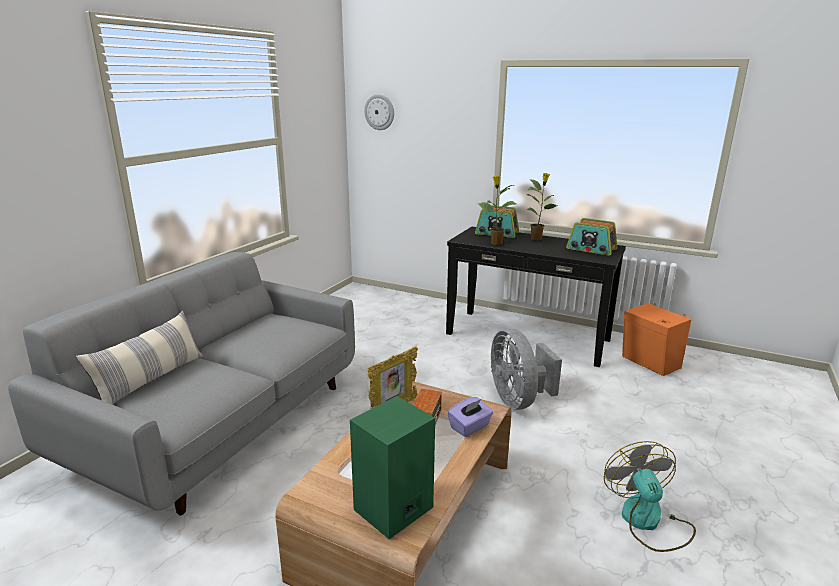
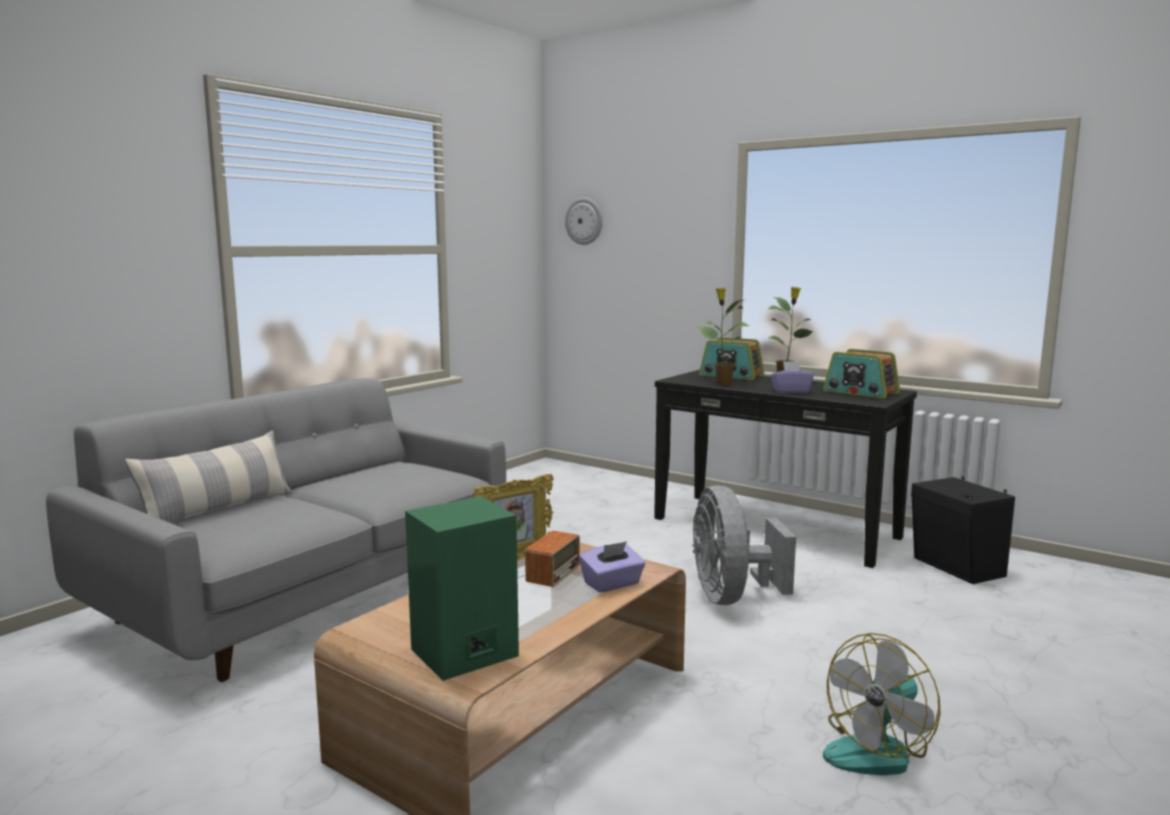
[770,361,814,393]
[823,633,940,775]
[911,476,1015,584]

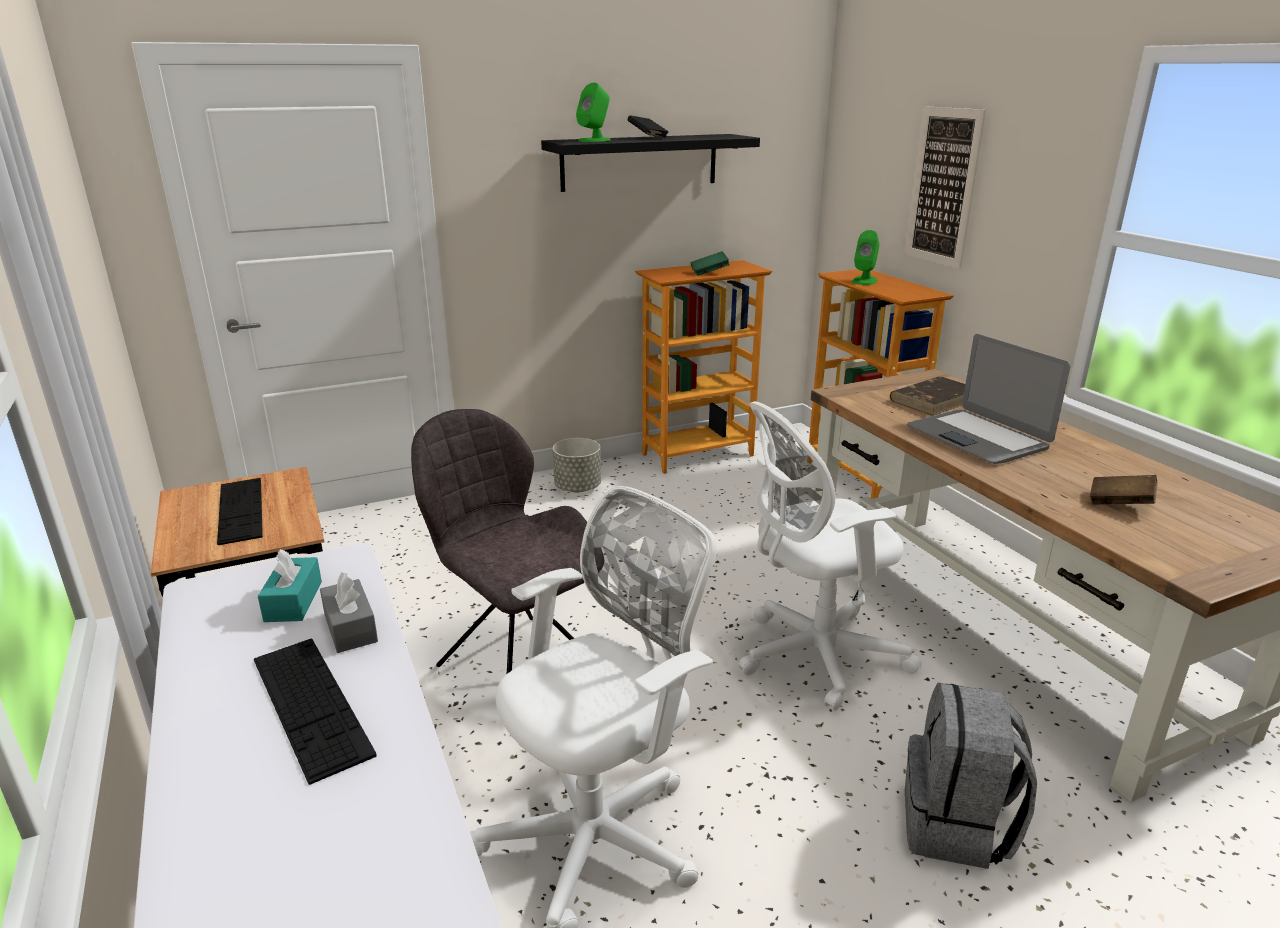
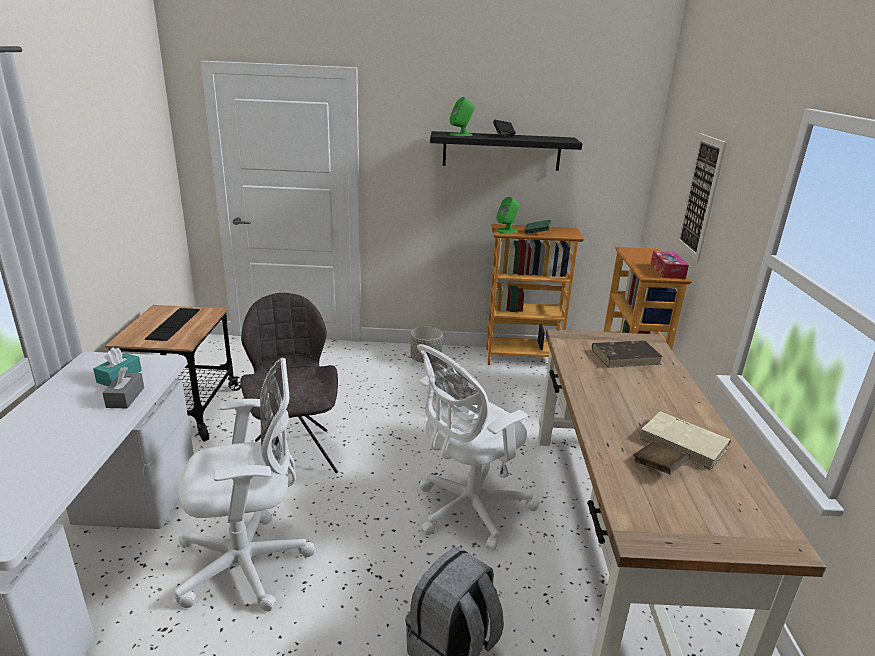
[417,344,539,551]
[496,197,519,233]
[639,411,731,470]
[651,251,689,279]
[254,638,377,785] (first image)
[907,334,1071,464] (first image)

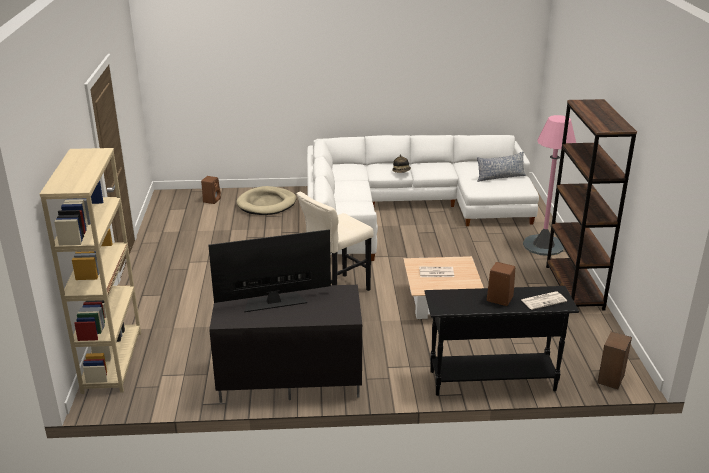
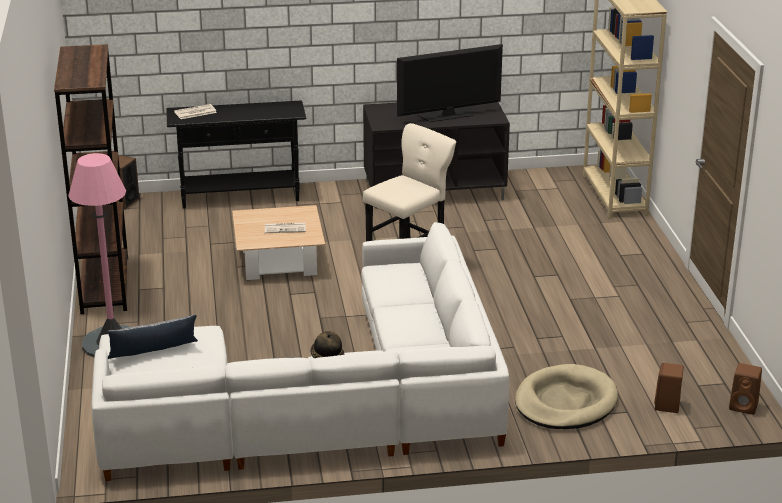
[729,363,762,415]

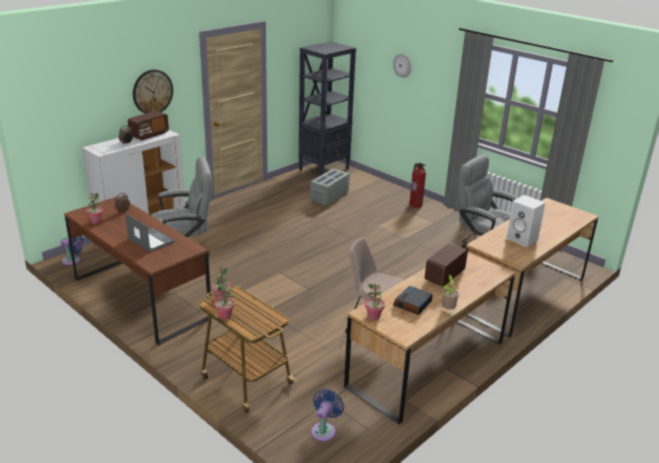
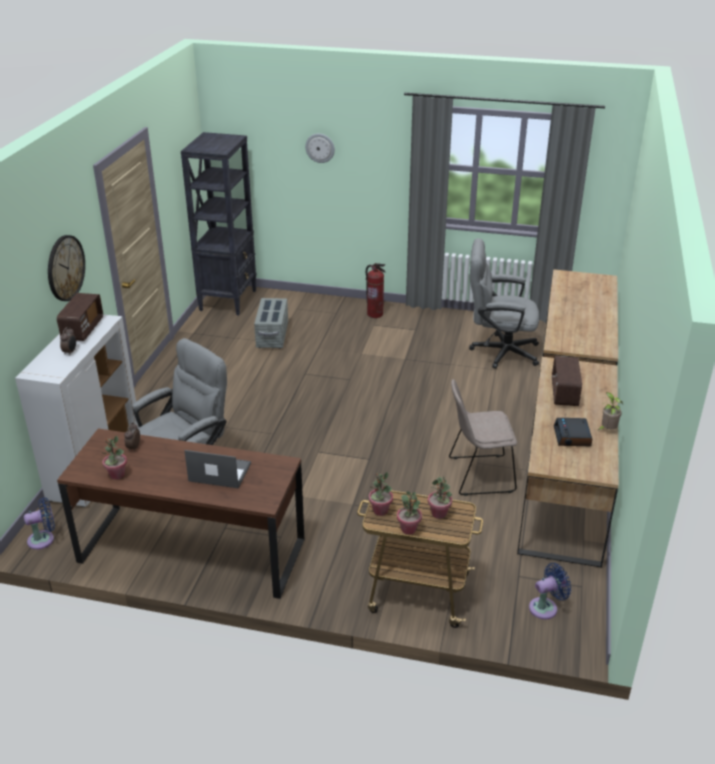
[428,477,452,519]
[529,563,571,619]
[506,195,545,247] (first image)

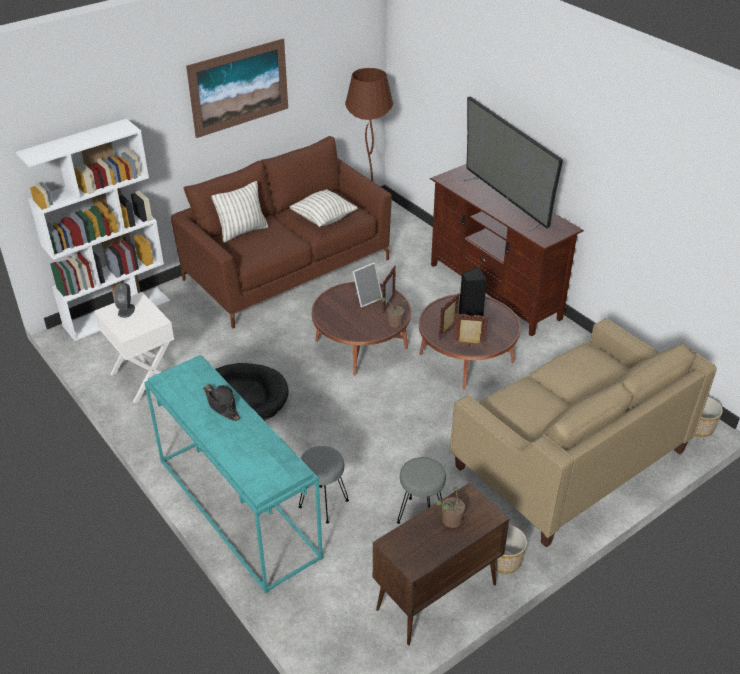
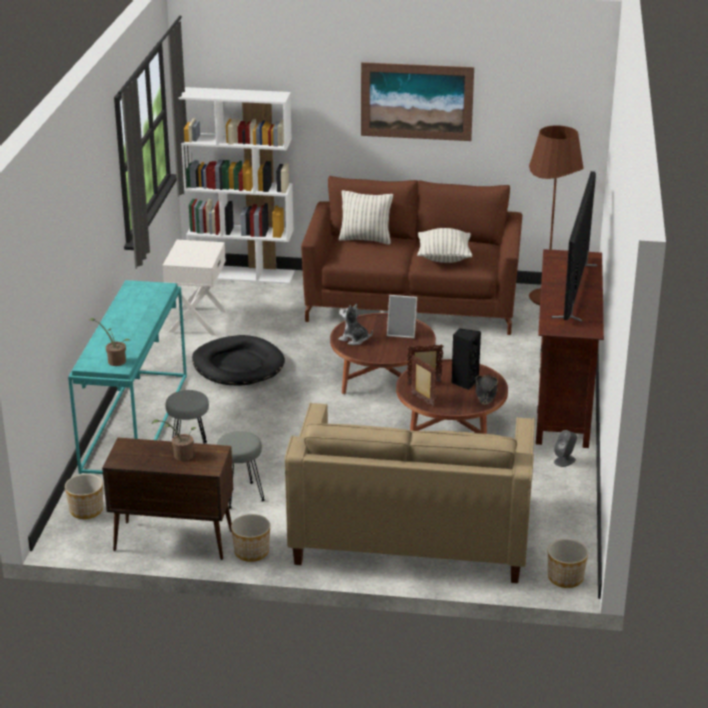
[65,474,103,519]
[89,318,131,366]
[338,303,373,345]
[476,375,498,405]
[554,430,577,467]
[382,266,396,313] (first image)

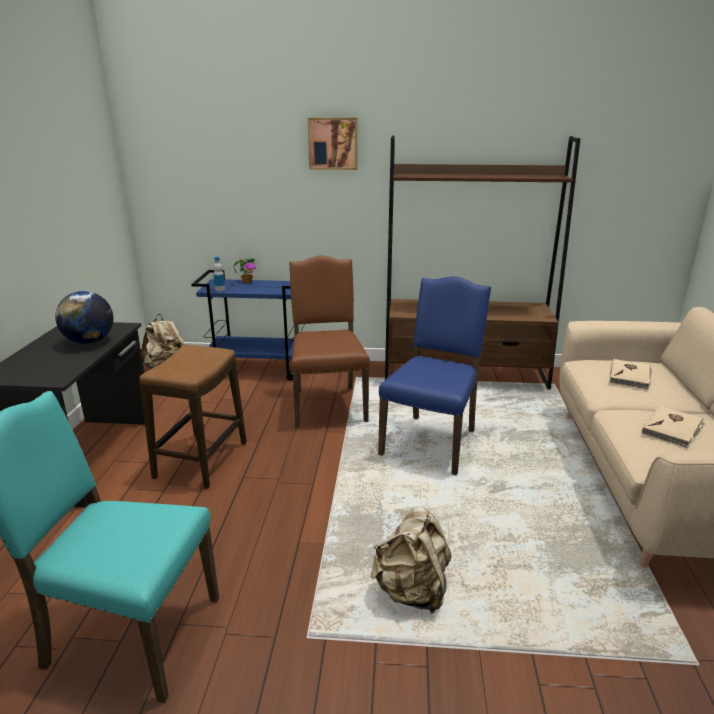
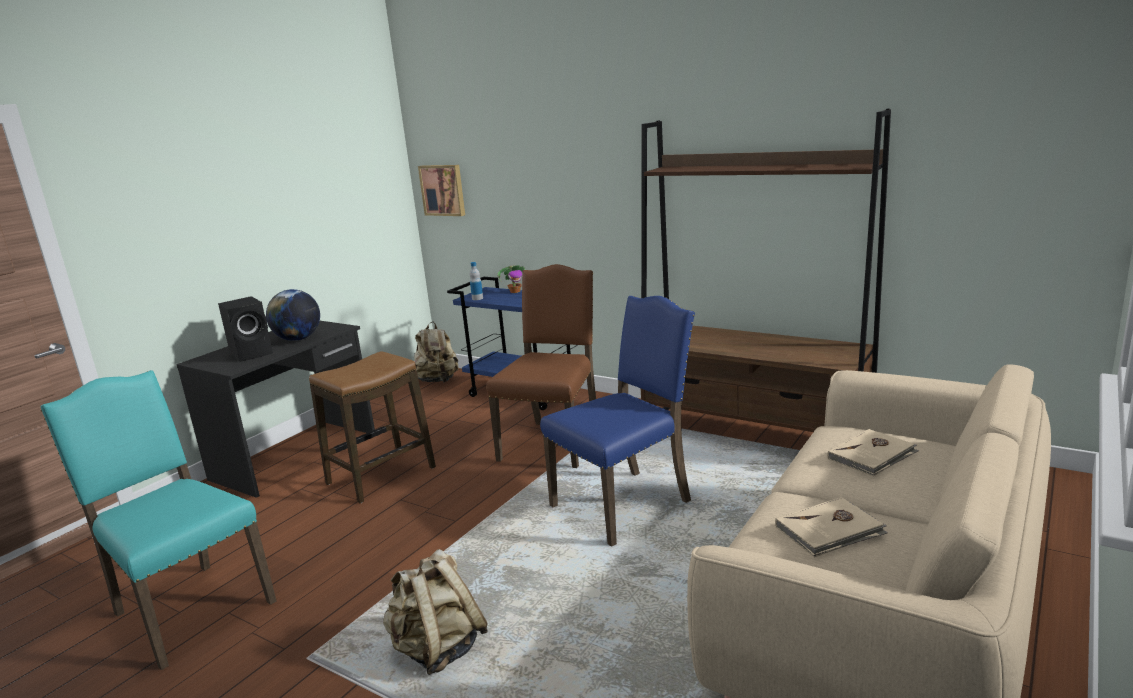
[218,296,273,362]
[418,165,465,216]

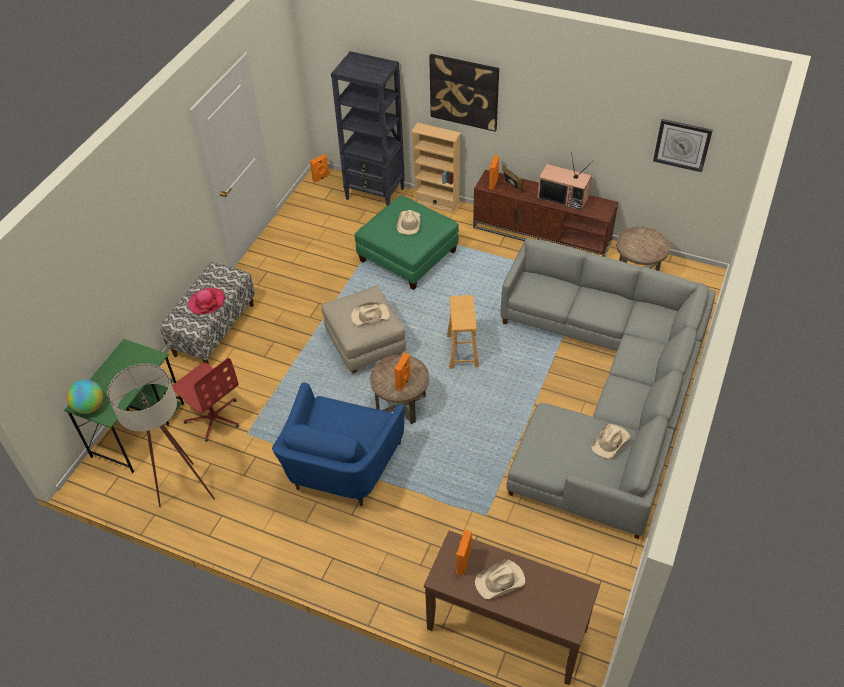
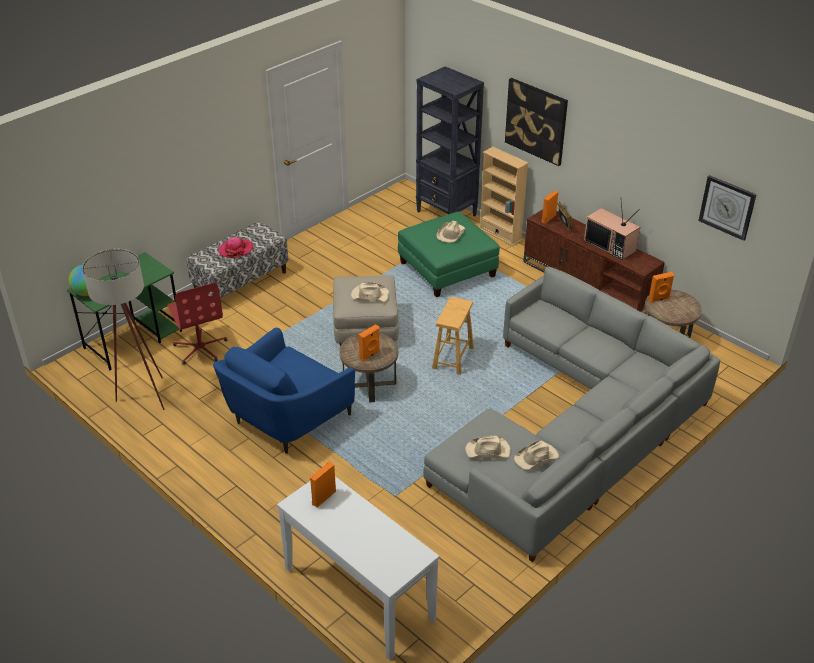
[277,476,439,660]
[465,436,511,459]
[649,272,675,302]

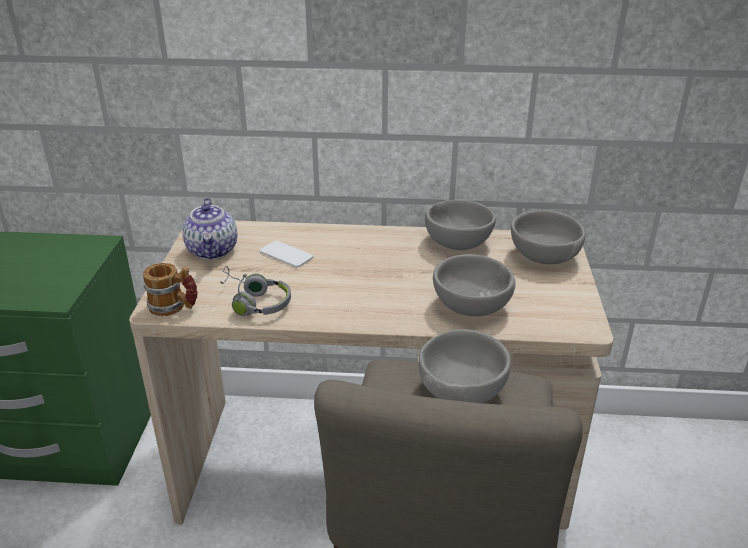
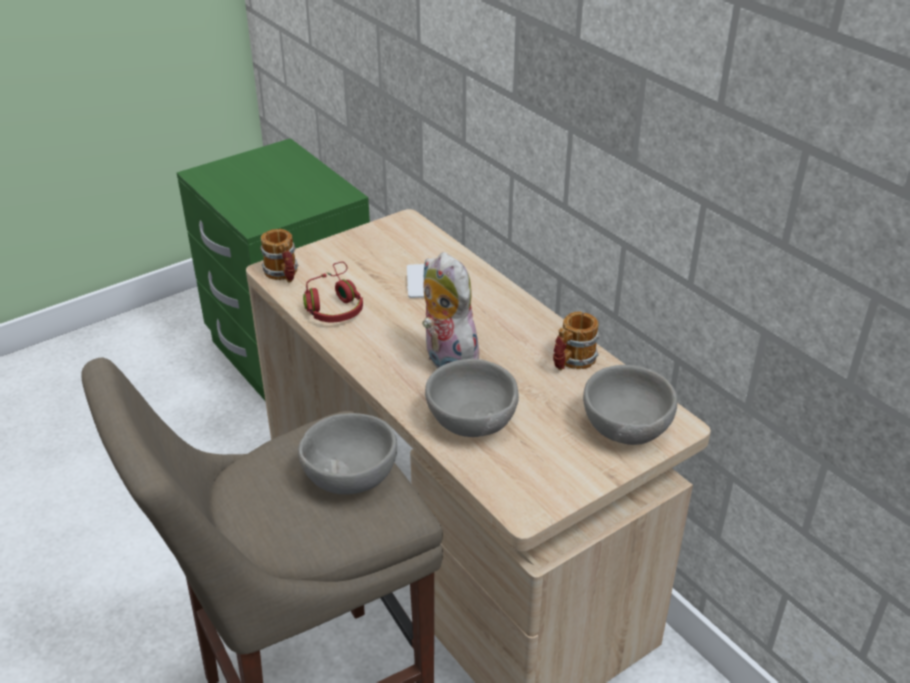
[303,262,363,323]
[422,252,479,369]
[553,311,600,370]
[182,198,237,259] (first image)

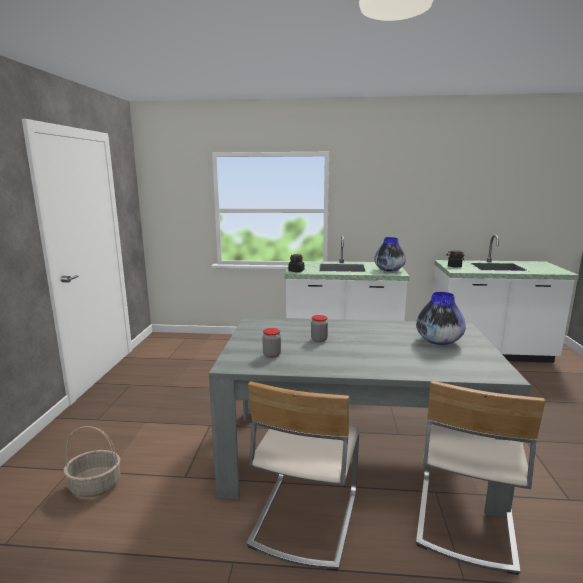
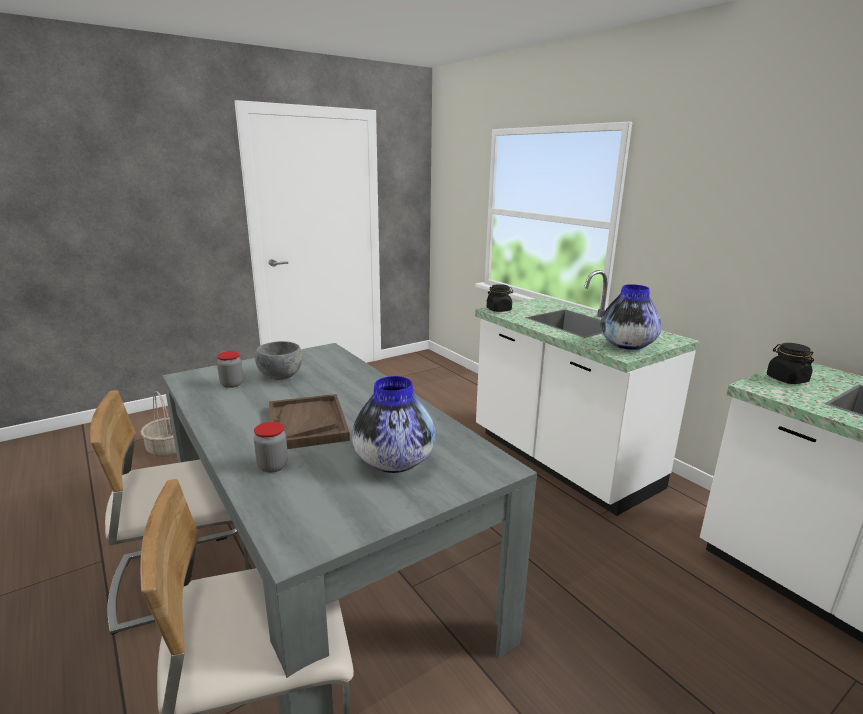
[254,422,288,473]
[255,341,303,380]
[269,394,350,449]

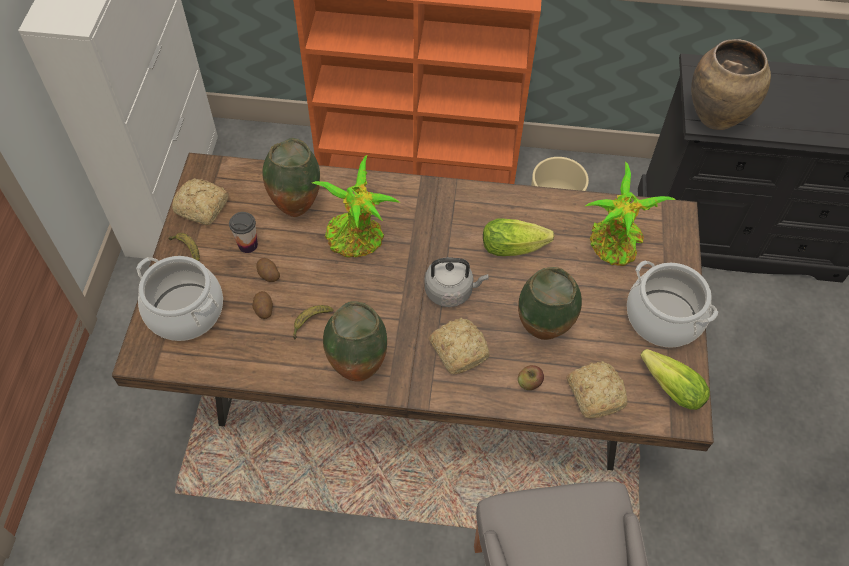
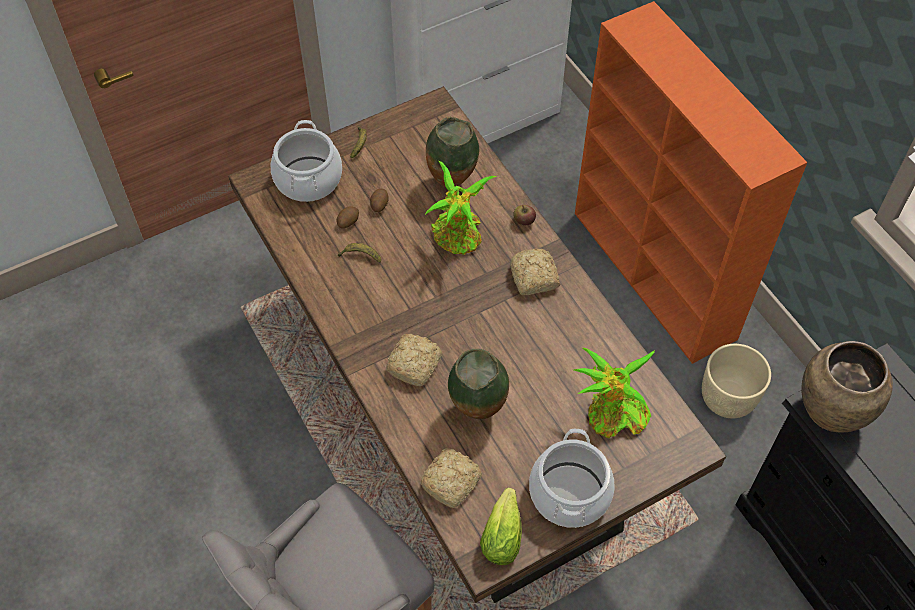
[510,249,560,295]
[513,205,536,225]
[229,212,258,253] (first image)
[323,301,387,382] (first image)
[424,257,489,307] (first image)
[483,219,554,256] (first image)

